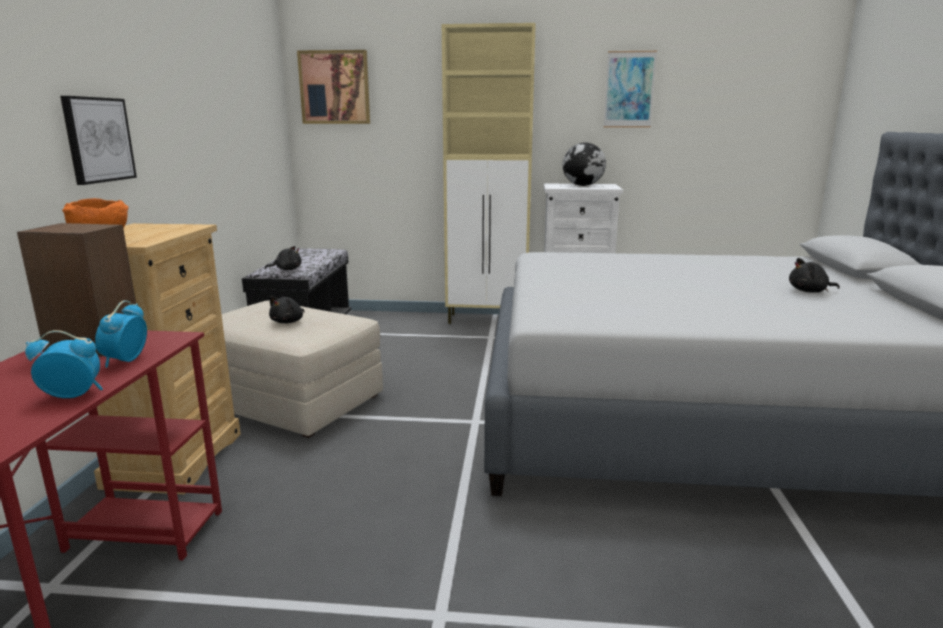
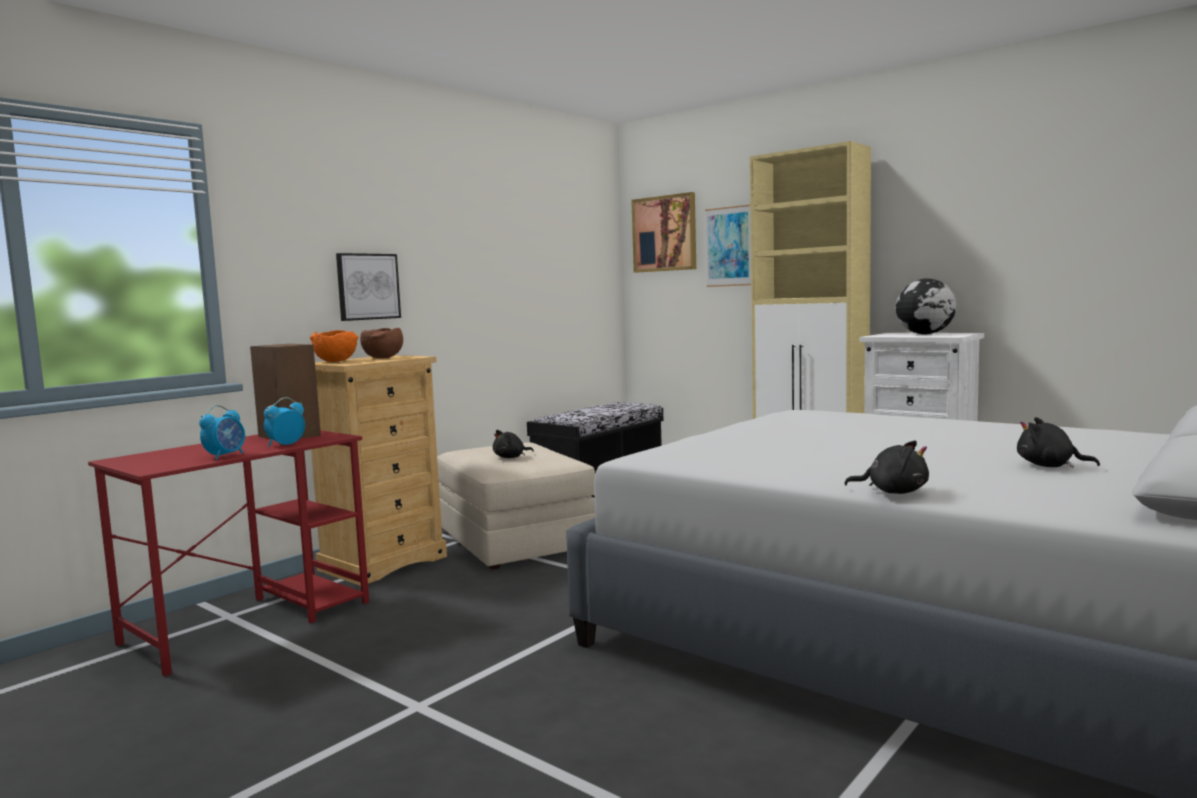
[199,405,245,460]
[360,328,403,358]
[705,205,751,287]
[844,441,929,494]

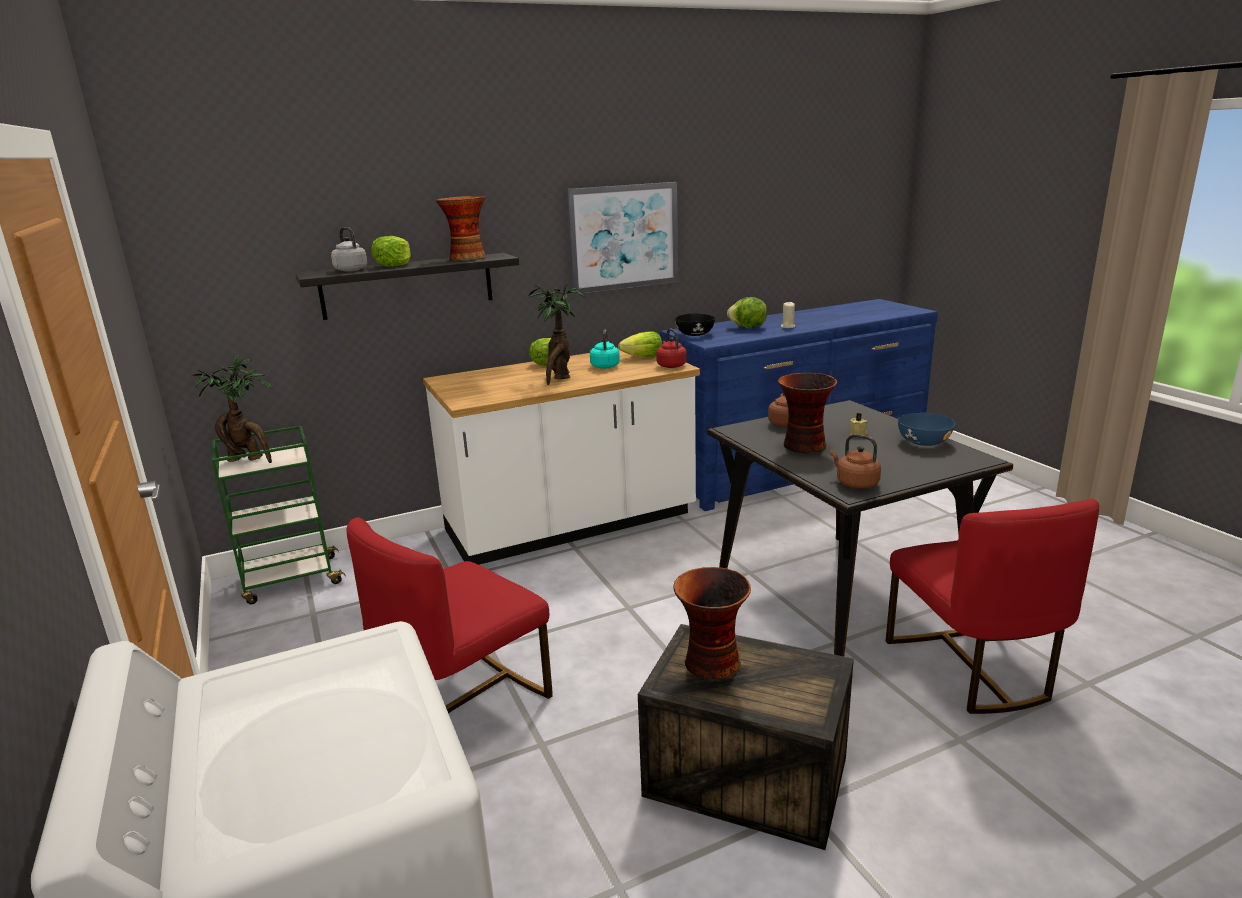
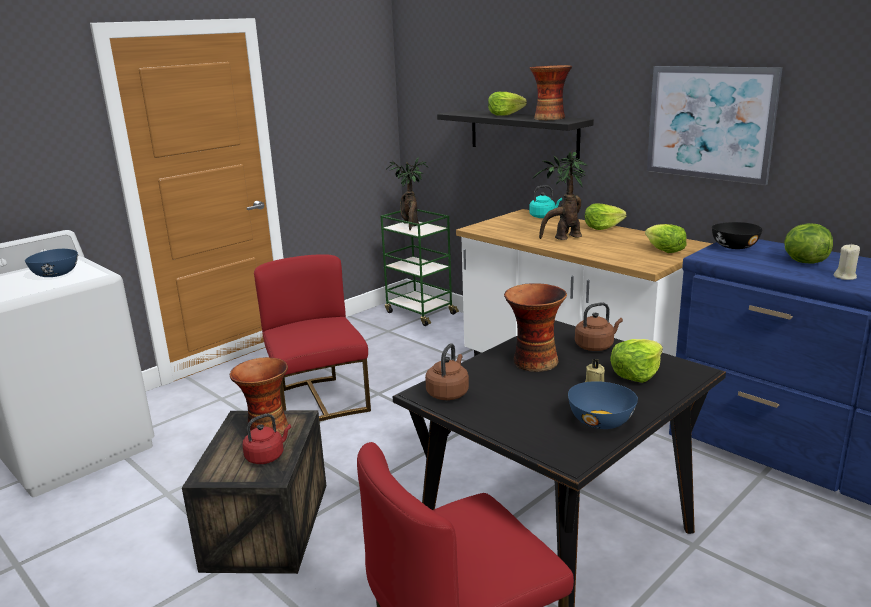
[25,249,78,277]
[243,414,291,464]
[254,254,371,422]
[529,185,562,218]
[610,339,663,383]
[331,227,367,272] (first image)

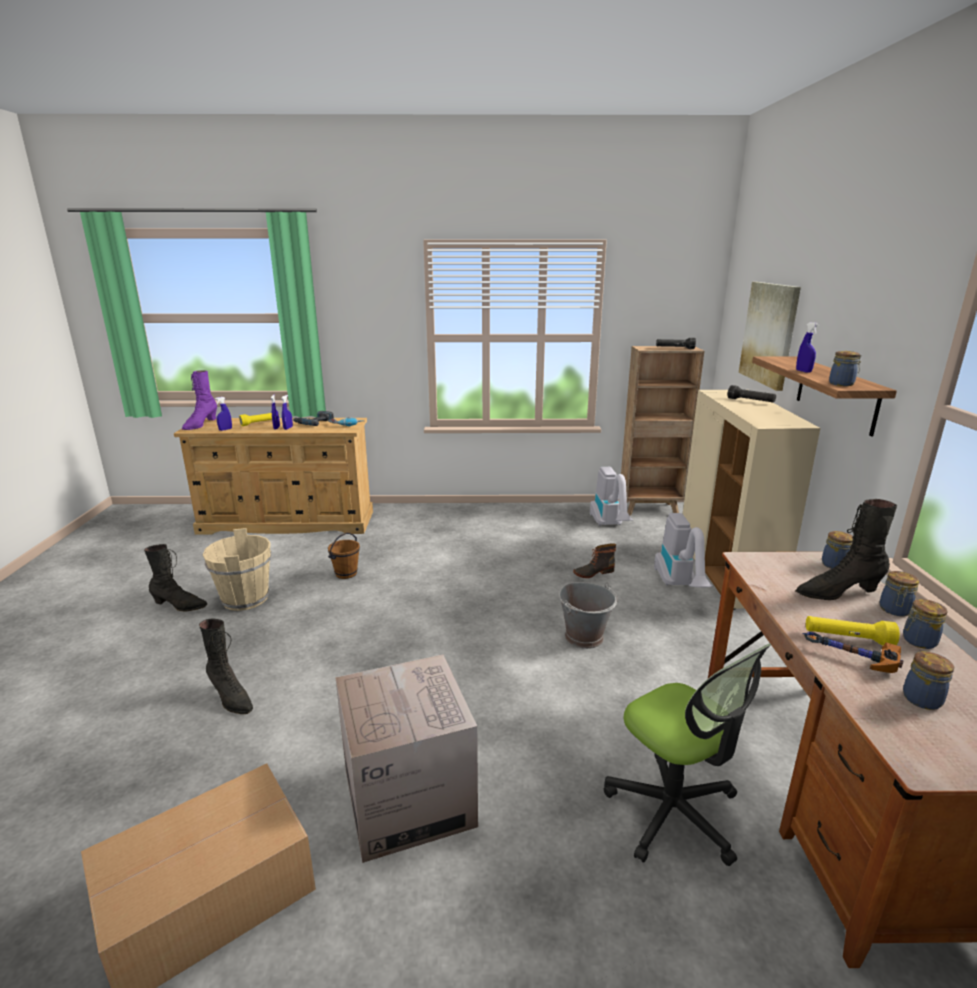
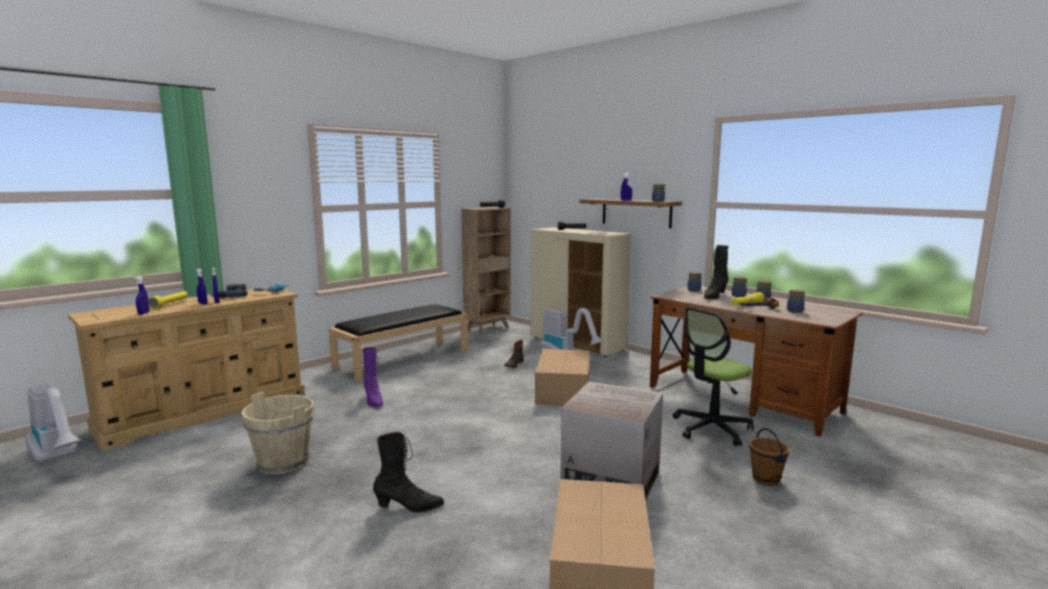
[25,383,82,463]
[329,304,468,382]
[363,347,383,408]
[535,349,590,406]
[672,307,754,446]
[749,428,790,486]
[144,544,207,611] (first image)
[739,282,801,391] (first image)

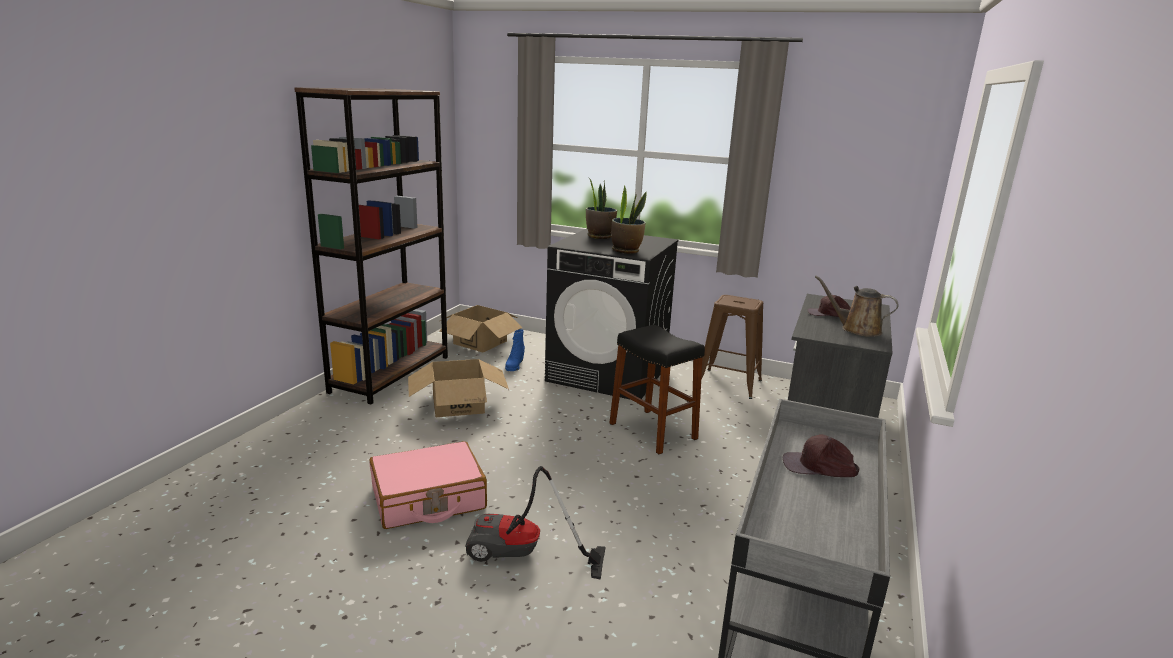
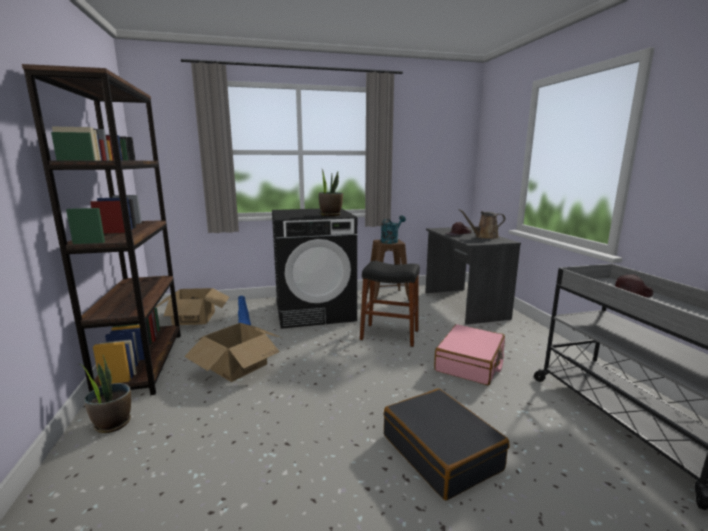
[80,355,131,433]
[381,215,406,244]
[384,388,509,501]
[434,324,505,385]

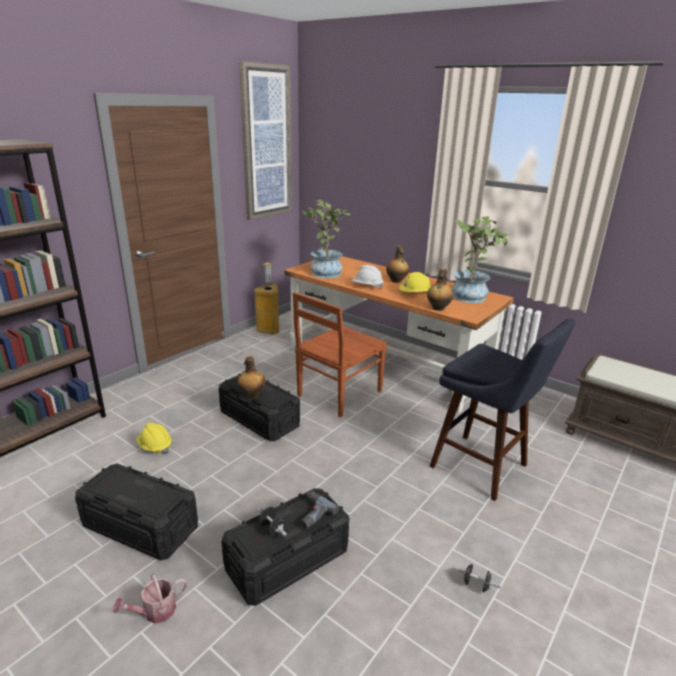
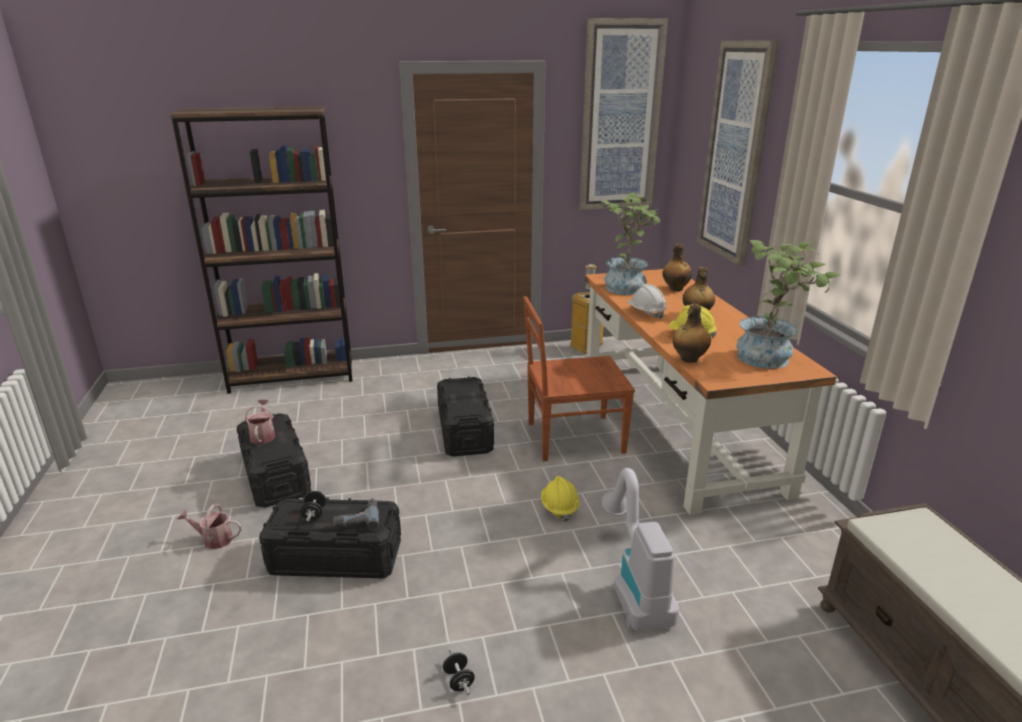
[245,399,276,444]
[541,476,580,522]
[602,468,679,630]
[662,244,692,291]
[697,40,779,266]

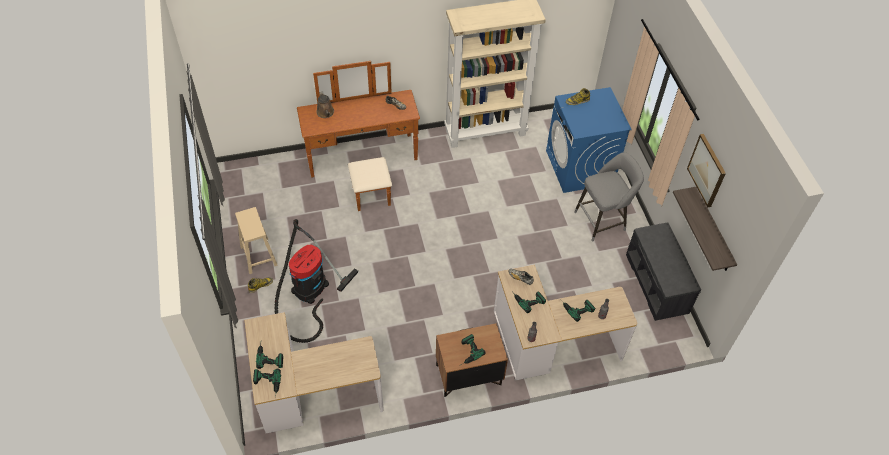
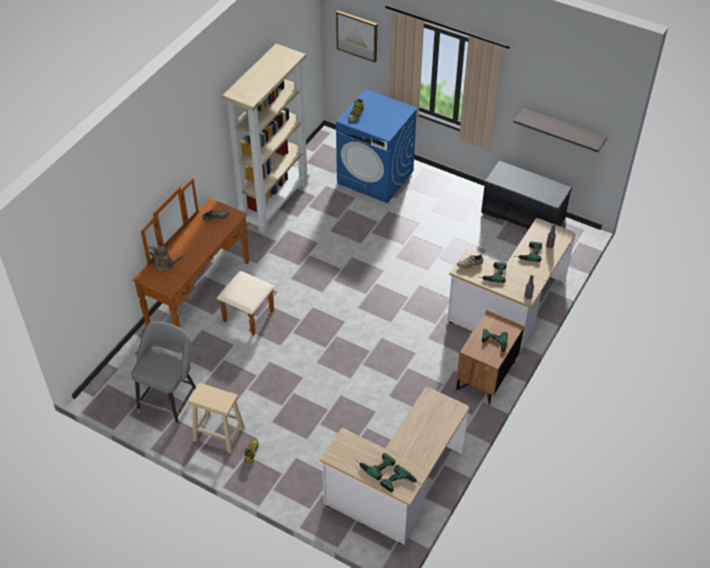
[131,321,196,428]
[336,11,377,63]
[274,219,358,343] (first image)

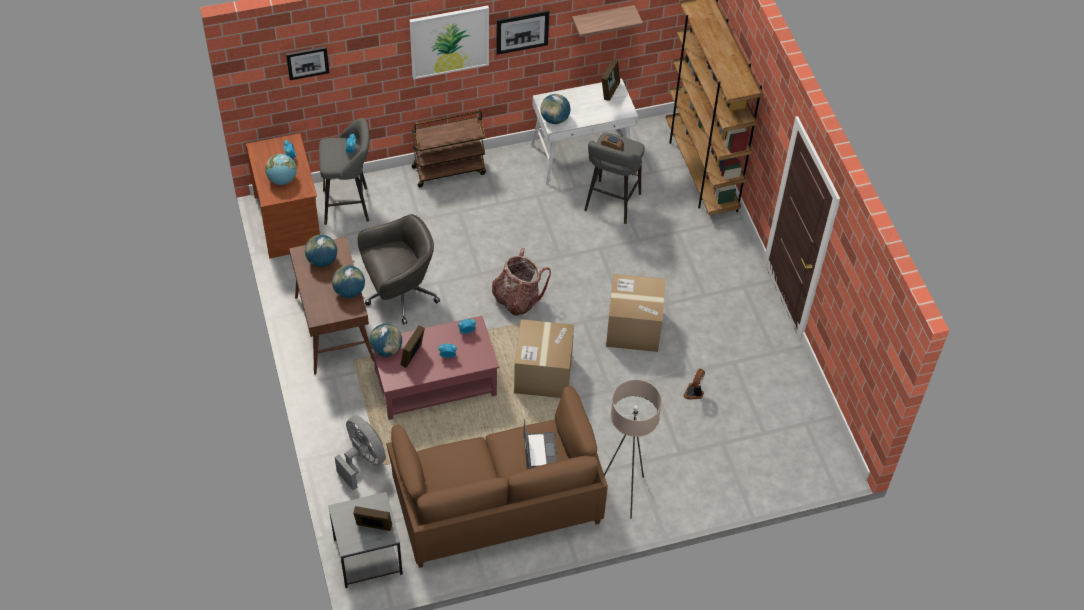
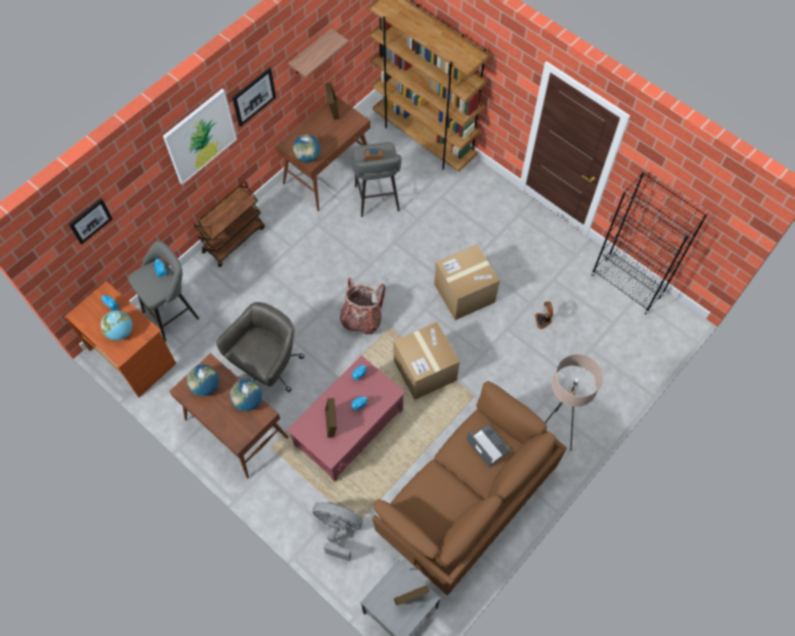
[276,95,370,211]
[591,172,708,314]
[369,324,402,357] (first image)

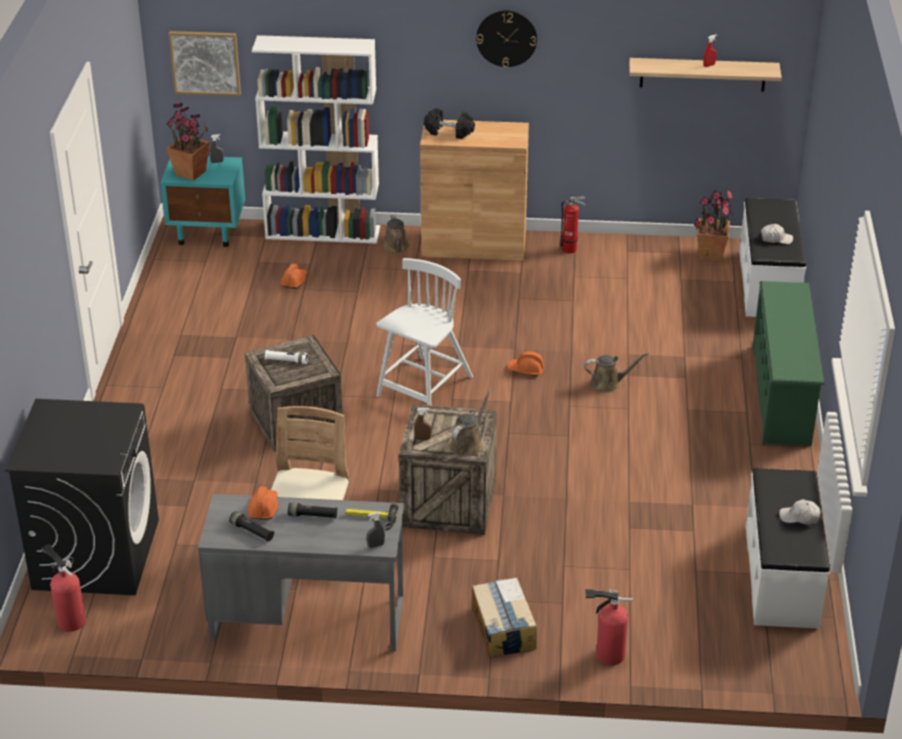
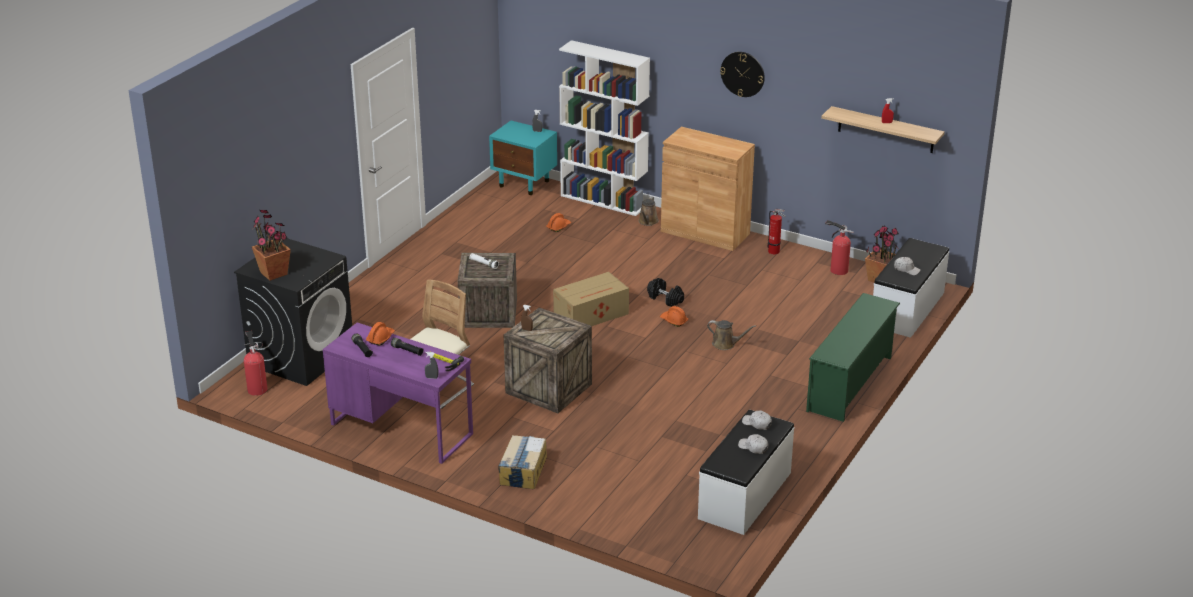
[252,210,291,281]
[323,322,473,464]
[553,272,629,326]
[647,278,684,307]
[742,411,772,430]
[825,220,854,275]
[169,31,241,96] (first image)
[450,389,492,457] (first image)

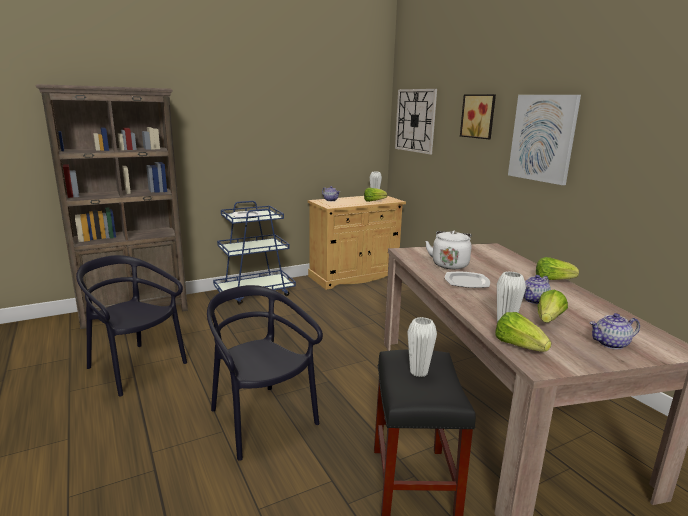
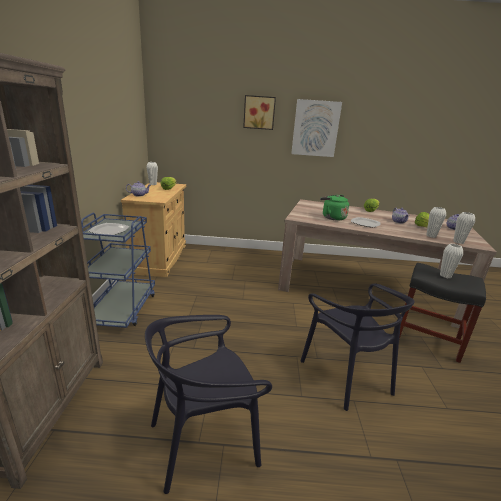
[300,284,415,411]
[320,195,349,220]
[453,212,475,244]
[395,89,437,154] (first image)

